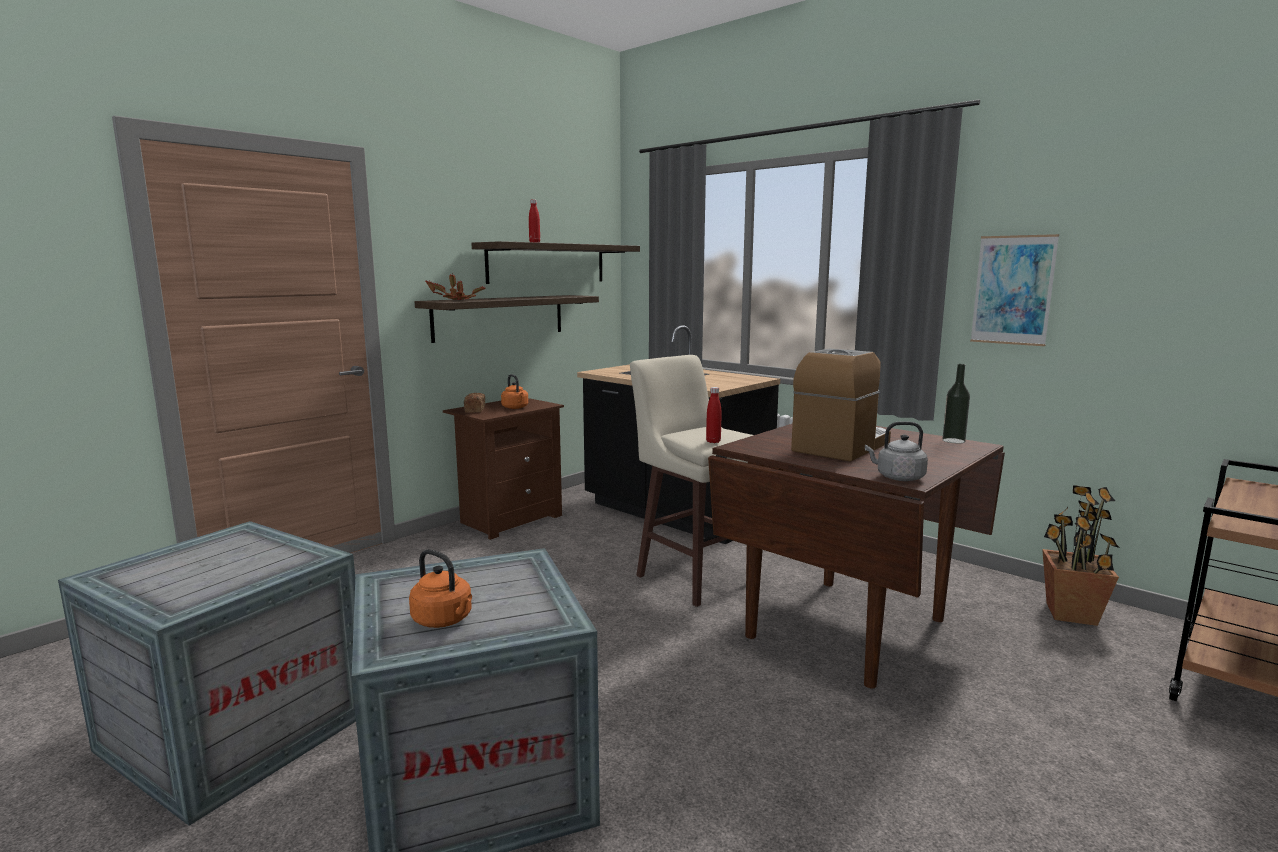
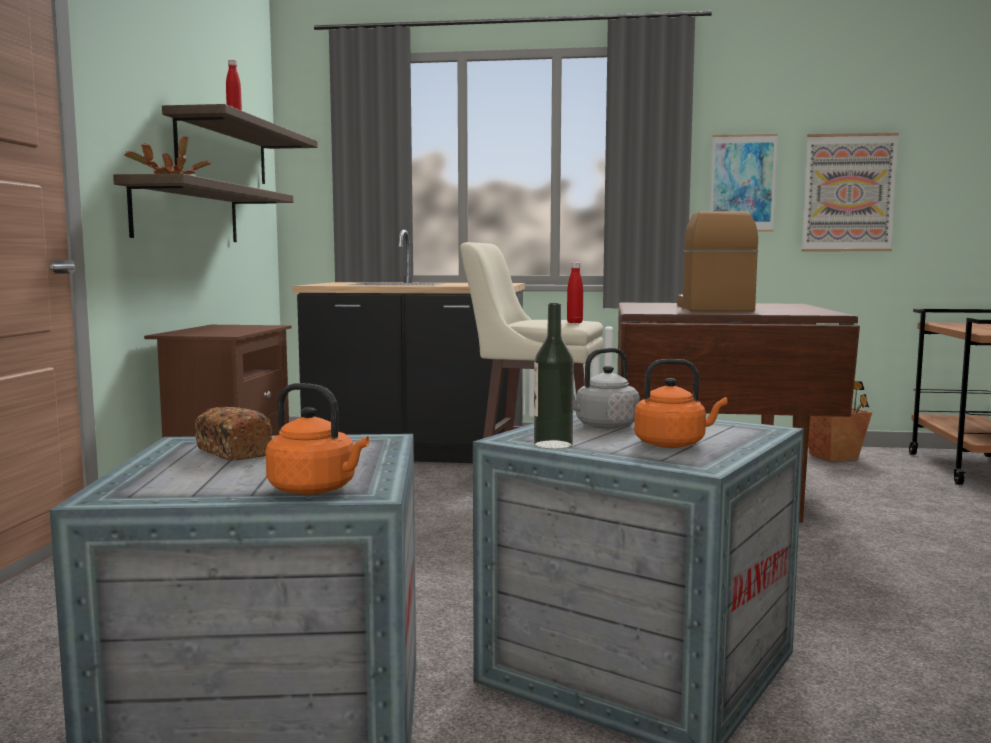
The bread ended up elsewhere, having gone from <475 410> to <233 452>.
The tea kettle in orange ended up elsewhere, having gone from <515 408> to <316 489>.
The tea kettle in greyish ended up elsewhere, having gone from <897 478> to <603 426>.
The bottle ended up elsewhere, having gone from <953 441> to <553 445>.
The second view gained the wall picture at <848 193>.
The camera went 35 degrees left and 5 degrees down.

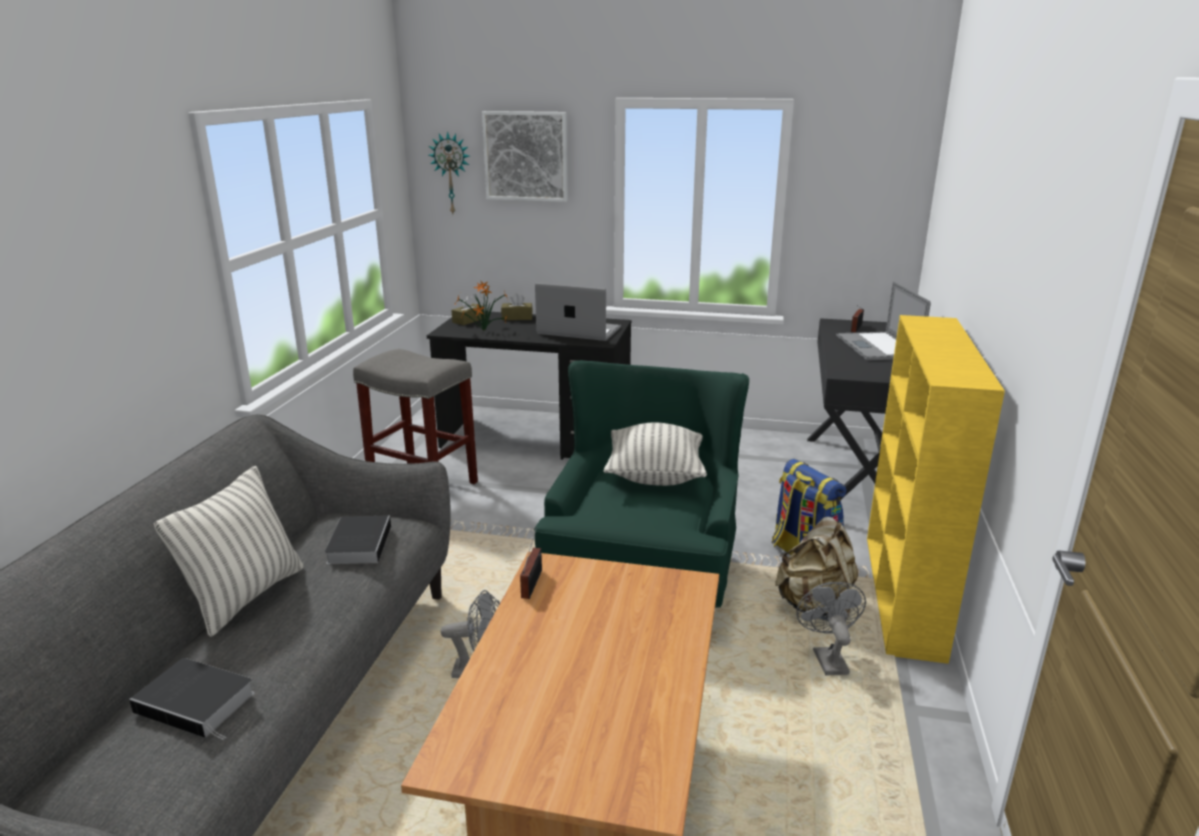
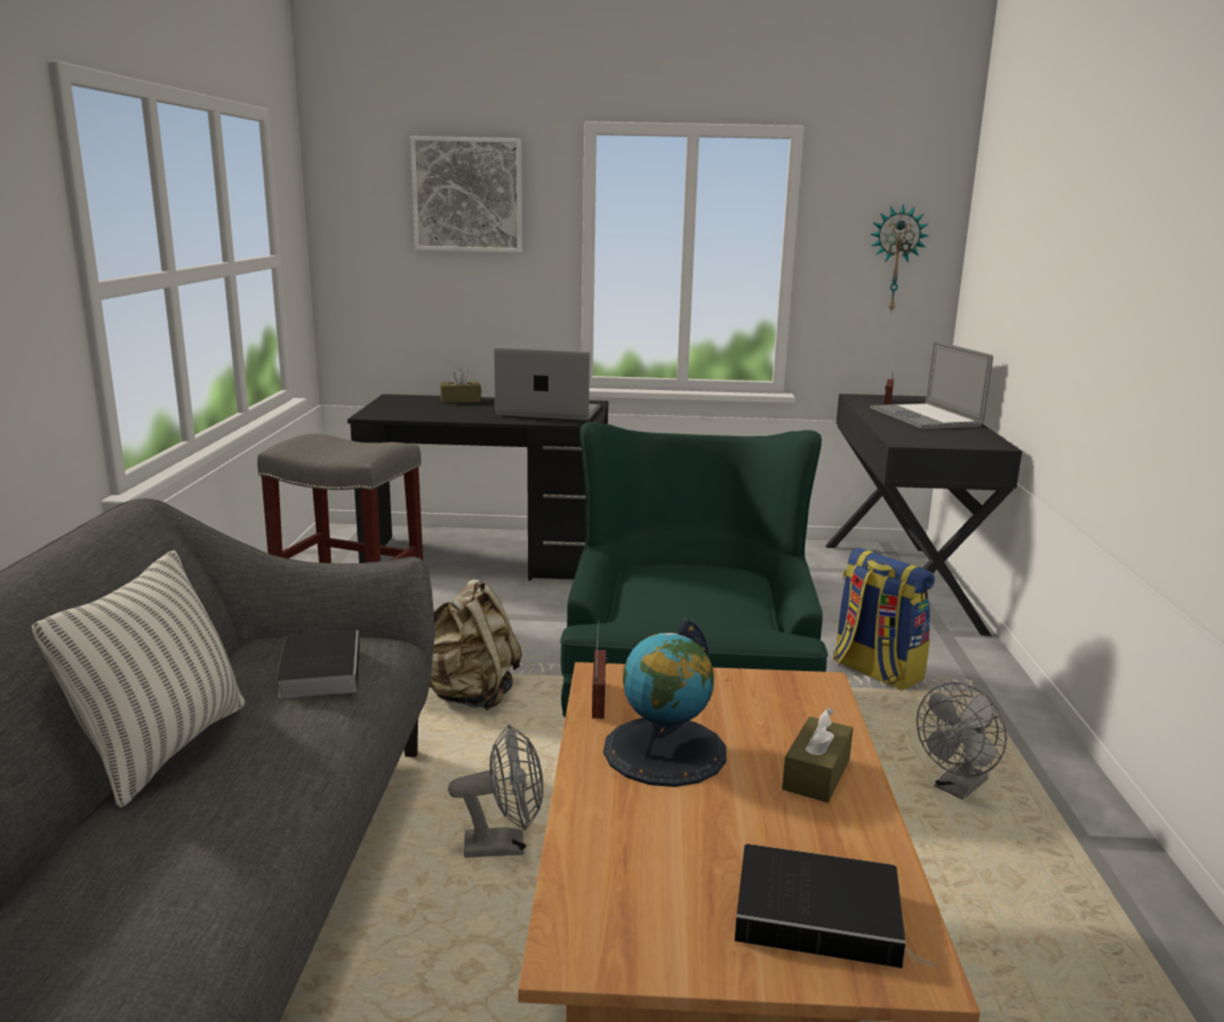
The bound book ended up elsewhere, having gone from <198 703> to <823 914>.
The hanging clock ended up elsewhere, having gone from <451 173> to <895 259>.
The box of tissues in brown ended up elsewhere, having gone from <468 320> to <816 774>.
The second view lost the plant in a pot at <482 330>.
The second view lost the throw pillow at <655 476>.
The knapsack in sand-coloured ended up elsewhere, having gone from <815 607> to <469 696>.
The electric fan in greyish at <827 658> ended up facing another way, 120 degrees counterclockwise from before.
The second view lost the bookcase in yellow-coloured at <903 595>.
The second view gained the world globe at <665 751>.
The camera went 10 degrees left and 5 degrees down.

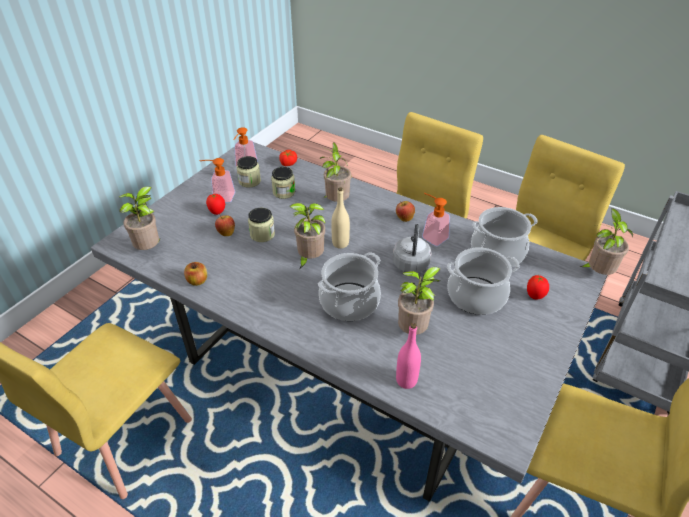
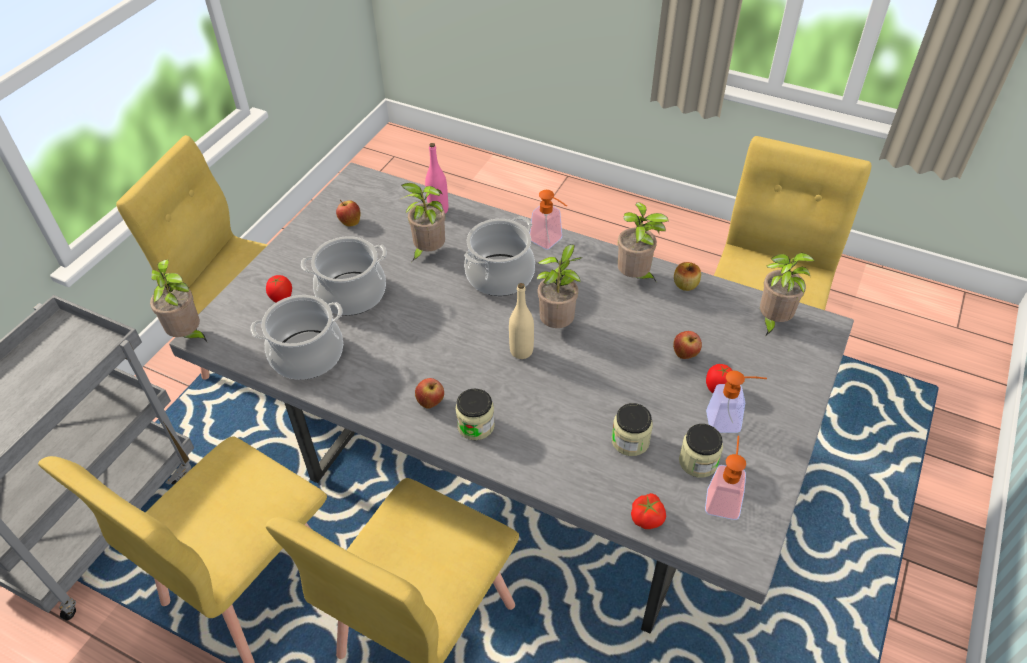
The preserve jar ended up elsewhere, having gone from <262 234> to <475 425>.
The plant in a pot ended up elsewhere, having gone from <336 202> to <635 277>.
The second view lost the tea kettle in greyish at <411 262>.
The soap dispenser ended up elsewhere, having gone from <431 236> to <550 242>.
The second view gained the apple fruit at <350 222>.
The camera went 175 degrees right and 5 degrees up.

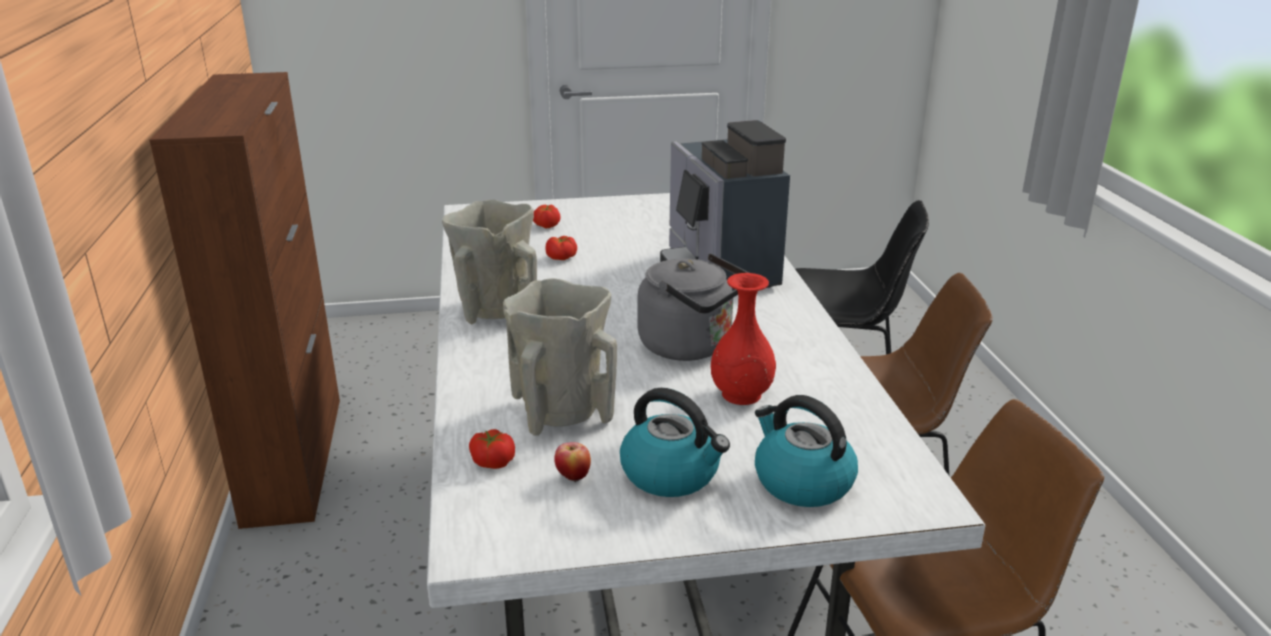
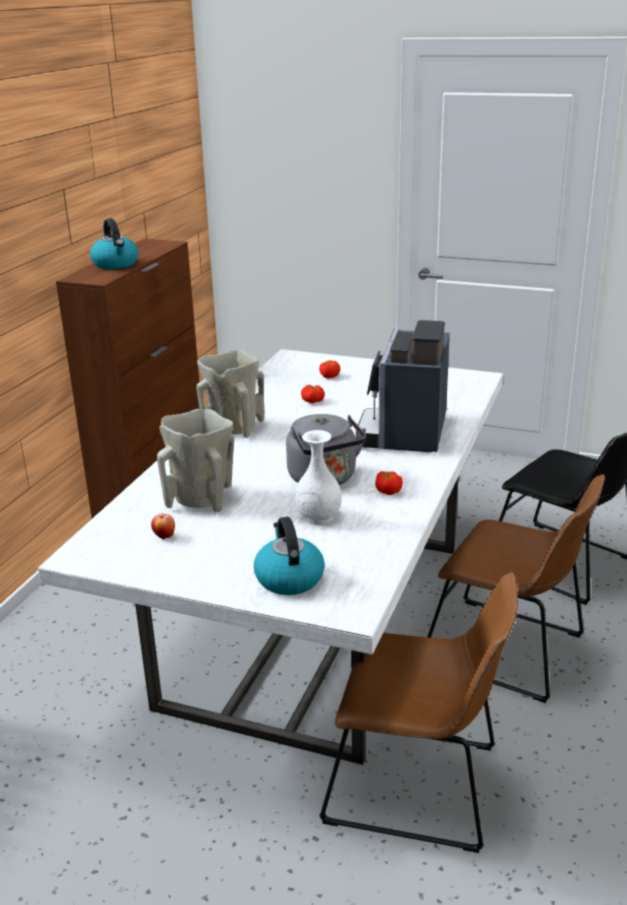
The fresh tomato ended up elsewhere, having gone from <493 461> to <388 491>.
The tea kettle ended up elsewhere, having gone from <672 474> to <116 264>.
What was the decorative vase in red at <740 394> turned into the decorative vase in white-coloured at <318 517>.
The camera went 30 degrees right and 0 degrees up.

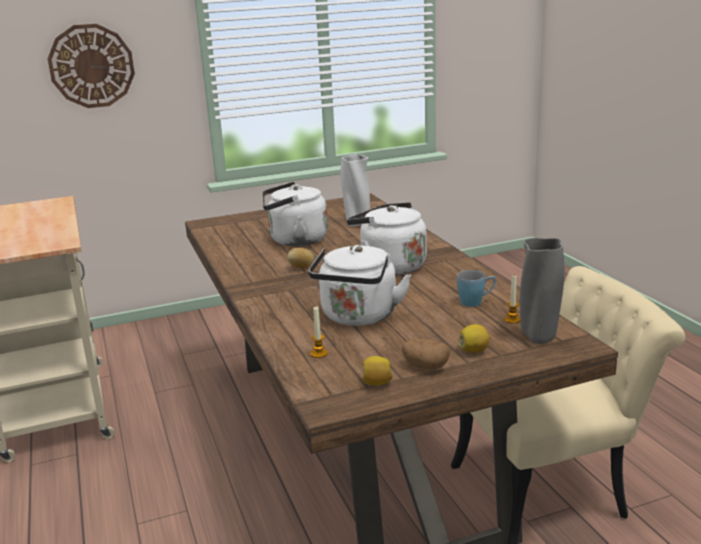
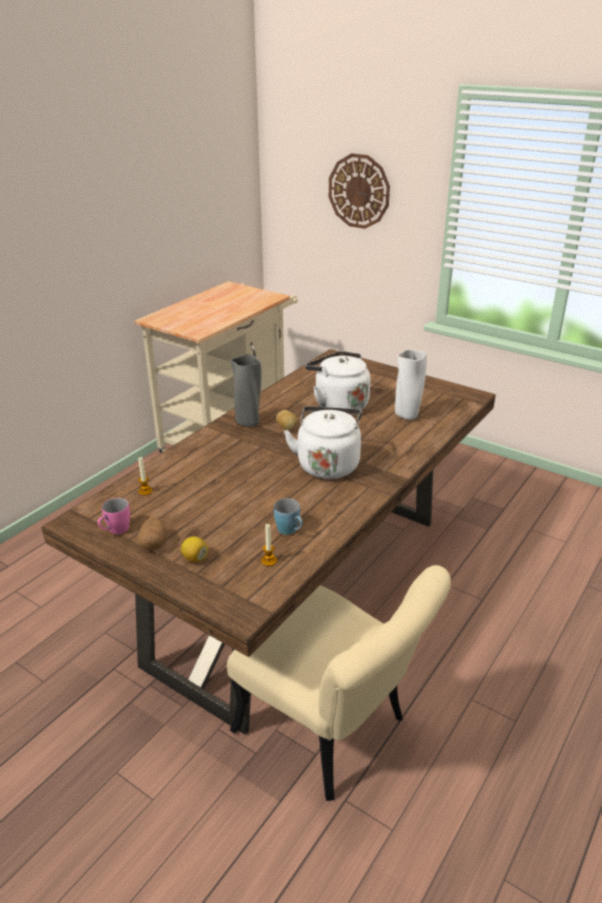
The second view lost the tea kettle in white-coloured at <358 317>.
Where the whole lemon stood at <376 383>, the mug in pink came to stand at <115 531>.
The decorative vase in greyish ended up elsewhere, having gone from <539 337> to <249 422>.
The camera went 55 degrees right and 10 degrees up.

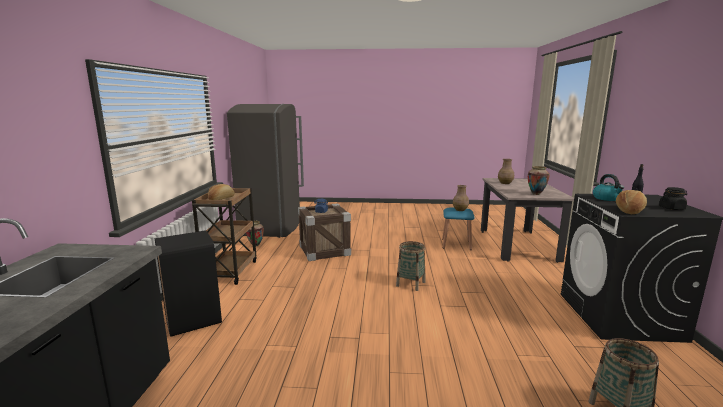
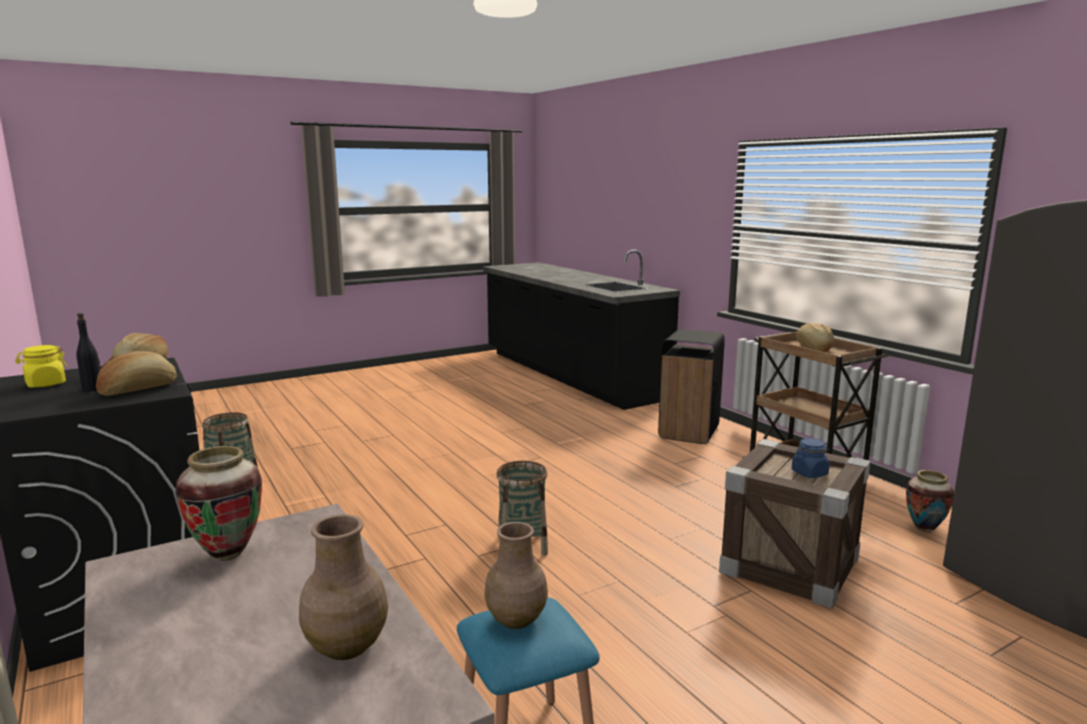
Where the tea kettle stood at <607 198>, the bread came to stand at <138 389>.
What was the preserve jar in black-coloured at <671 208> turned into the preserve jar in yellow-coloured at <45 384>.
The camera went 145 degrees right and 0 degrees up.

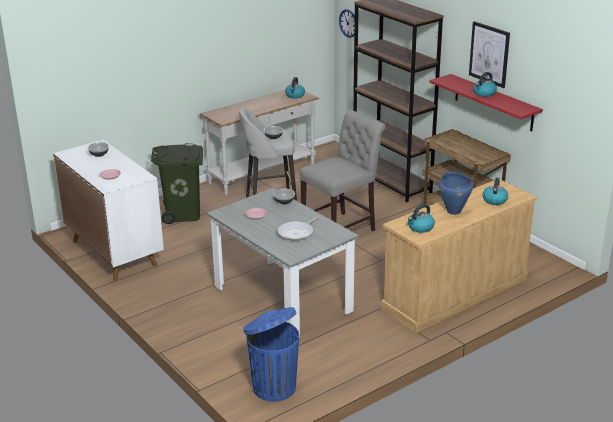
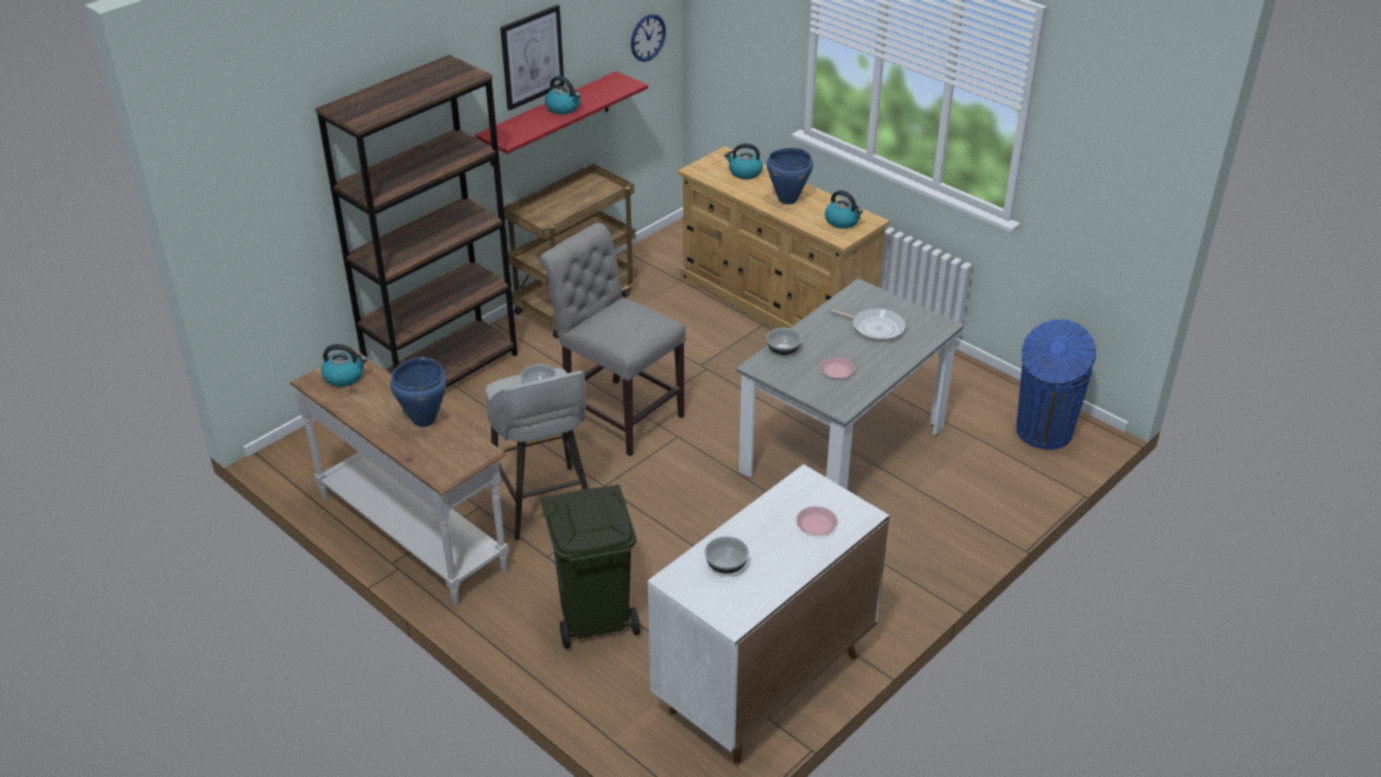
The hanging clock ended up elsewhere, having gone from <348 23> to <647 37>.
The second view gained the cooking pot in bluish at <423 420>.
The camera went 100 degrees left and 10 degrees up.

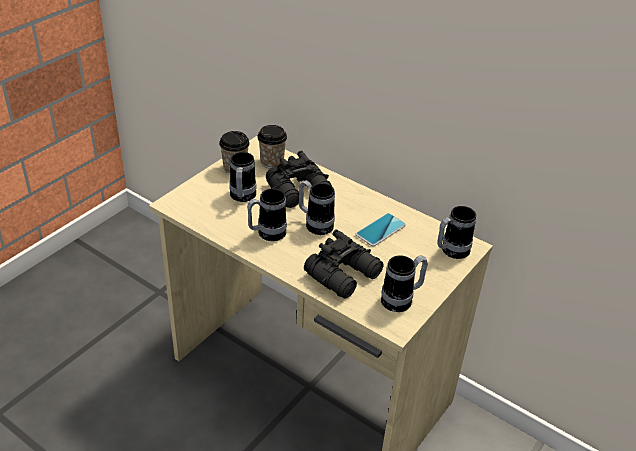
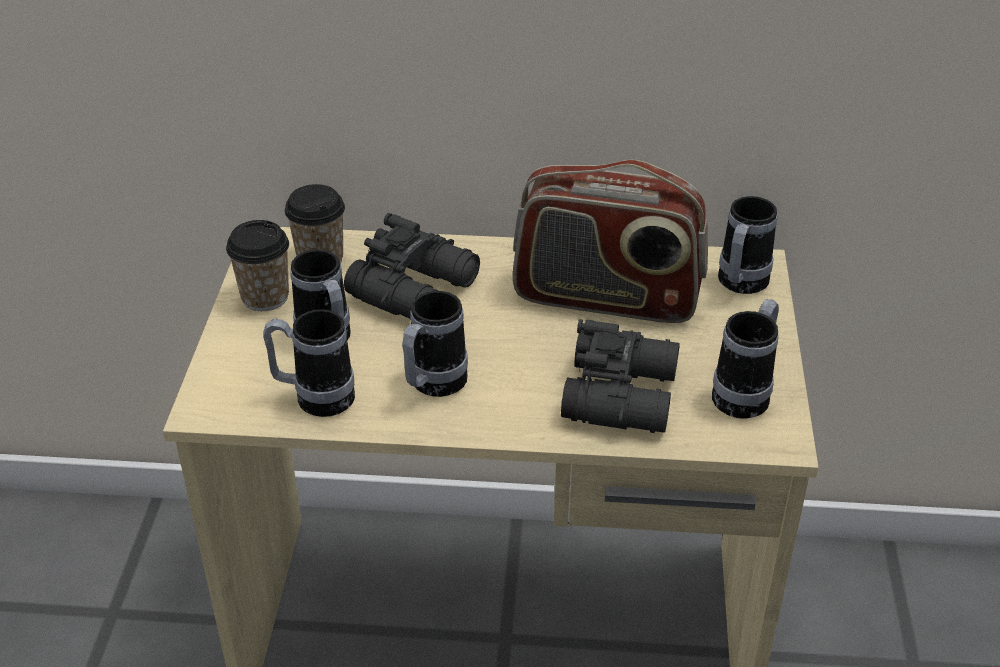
The mug ended up elsewhere, having gone from <315 224> to <314 398>.
Where the telephone stood at <380 230>, the radio set came to stand at <606 297>.
The camera went 30 degrees left and 0 degrees up.

